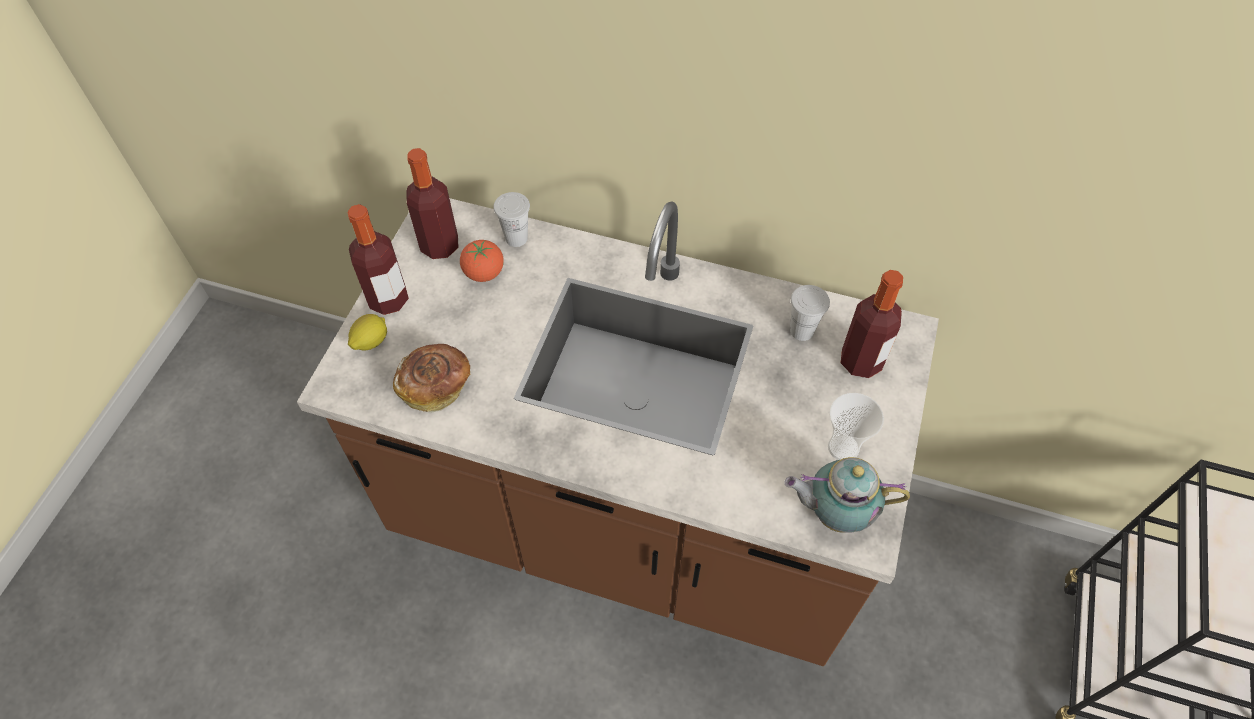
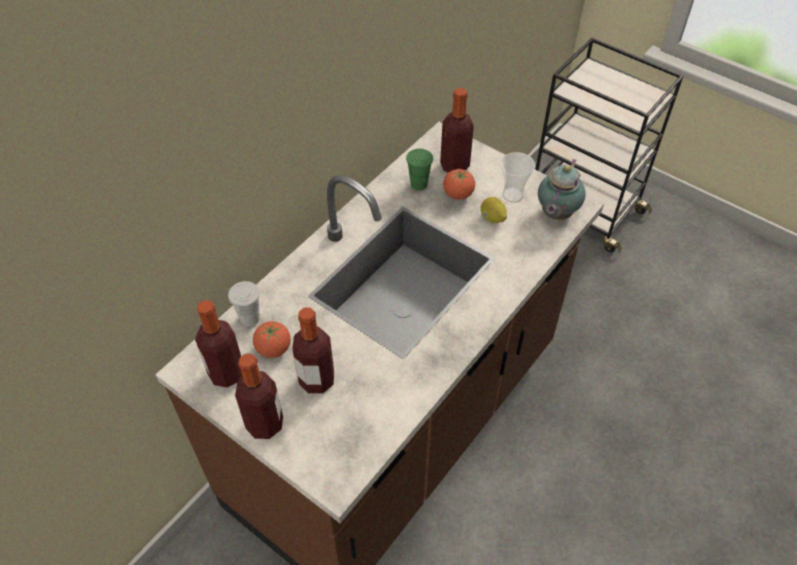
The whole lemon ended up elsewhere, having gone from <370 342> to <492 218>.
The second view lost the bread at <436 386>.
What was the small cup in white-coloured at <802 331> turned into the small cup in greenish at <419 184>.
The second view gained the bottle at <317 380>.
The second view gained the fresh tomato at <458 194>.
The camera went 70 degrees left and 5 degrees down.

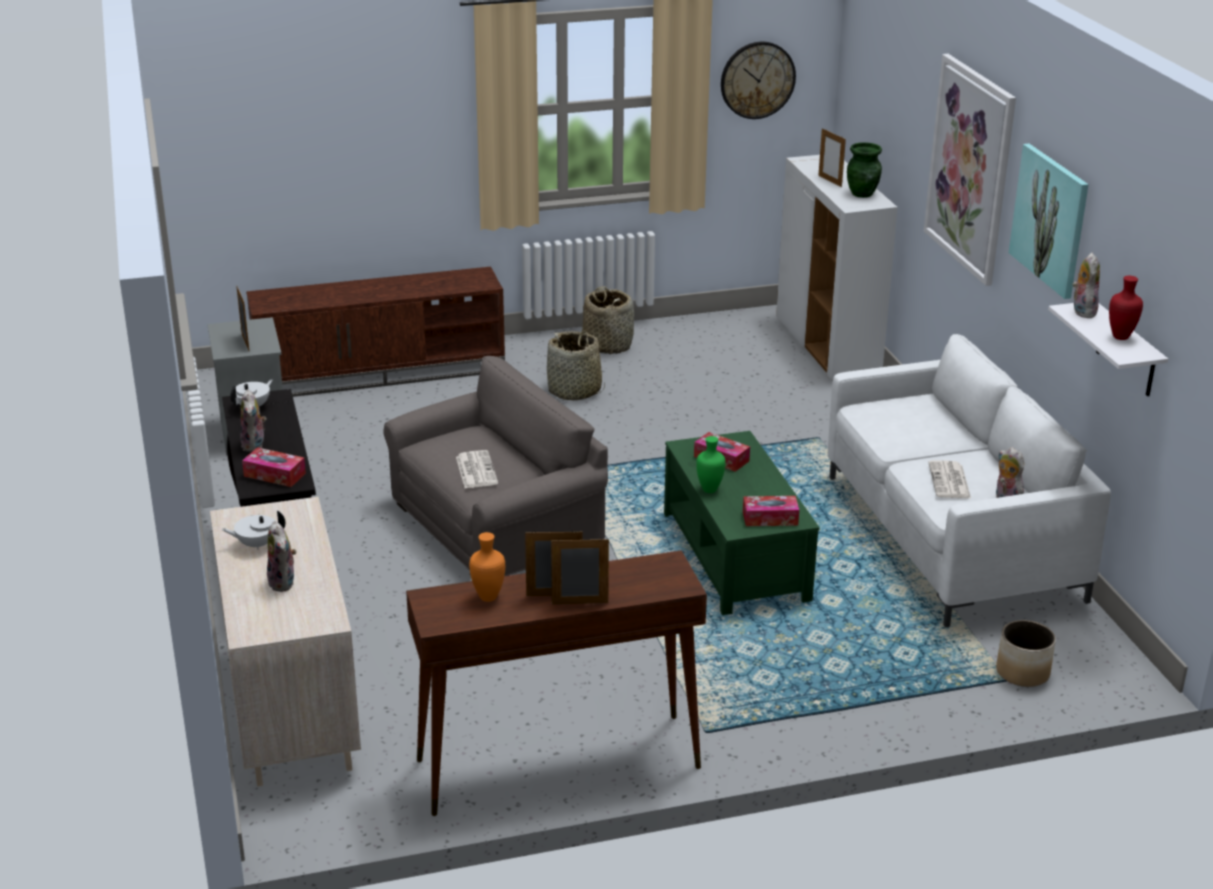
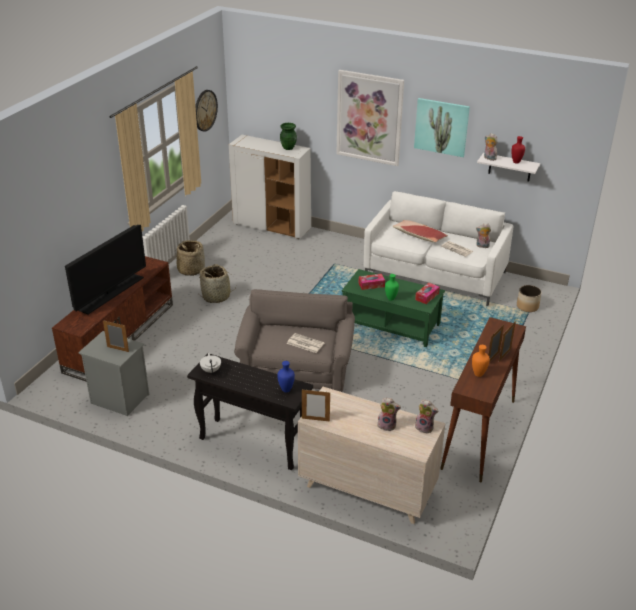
The second view lost the tea pot in white-coloured at <256 544>.
The plush toy ended up elsewhere, having gone from <255 445> to <425 427>.
Where the box of tissues stood at <274 475>, the decorative vase in bluish came to stand at <286 390>.
The photo frame ended up elsewhere, having gone from <830 181> to <315 419>.
The second view gained the TV set at <111 293>.
The second view gained the throw pillow at <419 236>.
The camera went 50 degrees left and 5 degrees up.

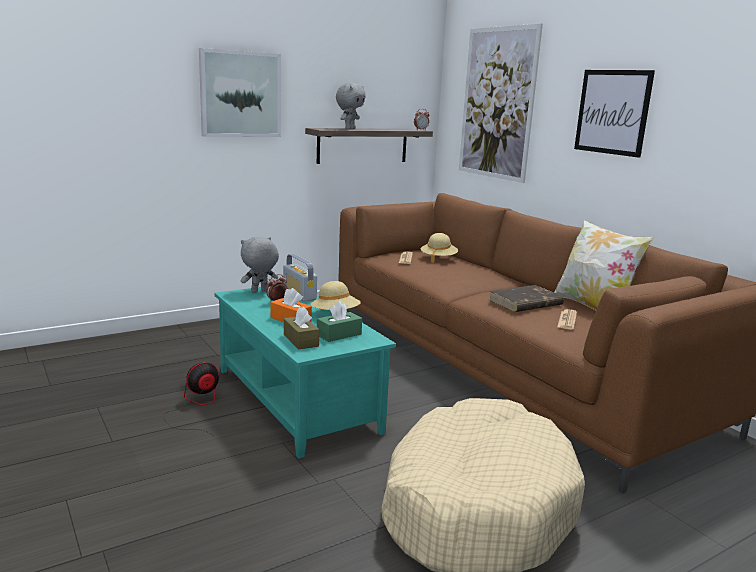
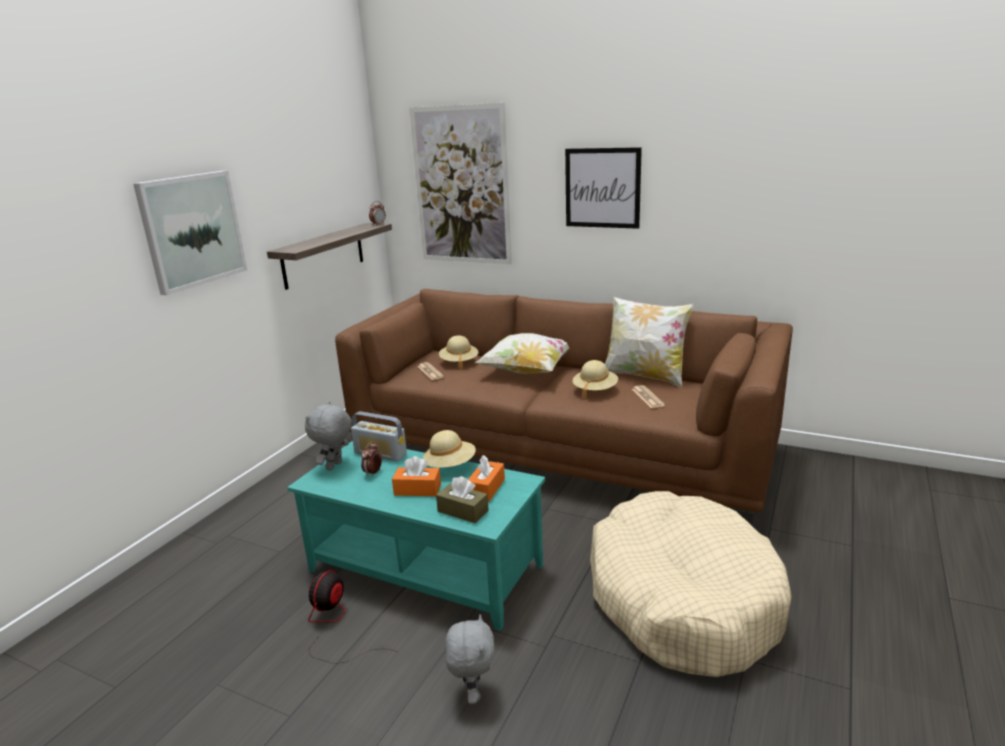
What was the box of tissues in greenish at <339 334> turned into the box of tissues in orange at <486 488>.
The plush toy in greyish ended up elsewhere, having gone from <349 129> to <472 693>.
Where the bound book in brown stood at <525 303>, the wearable hat in sand-coloured came to stand at <595 390>.
The second view gained the throw pillow at <527 371>.
The camera went 30 degrees left and 5 degrees up.

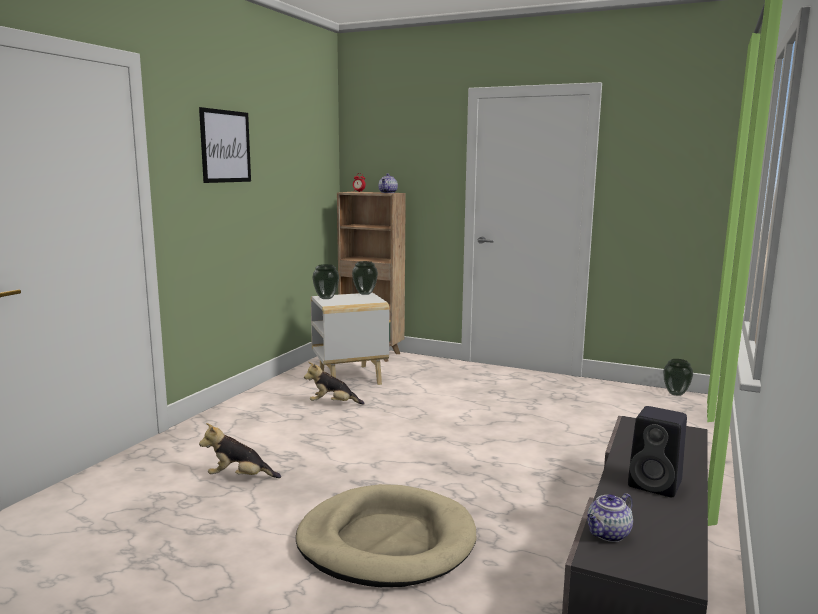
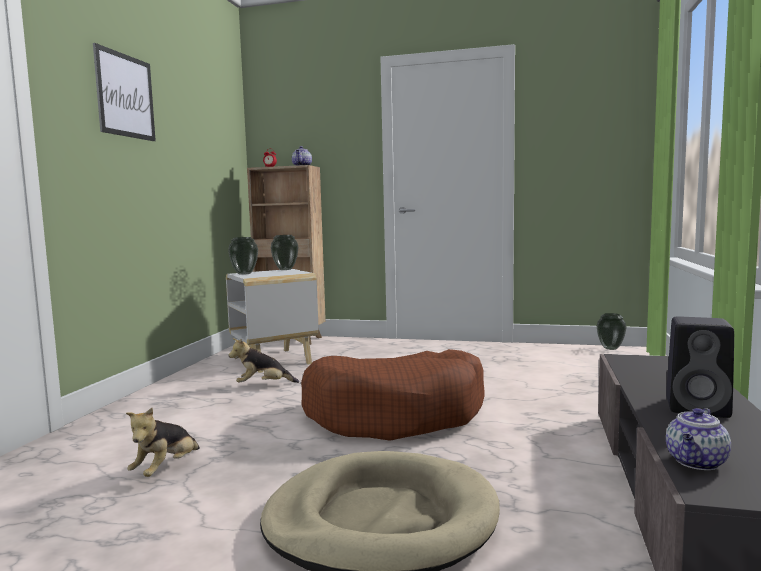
The plush toy at <239 477> ended up facing another way, 60 degrees counterclockwise from before.
The second view gained the dog bed in brown at <396 414>.
The camera went 10 degrees left and 5 degrees down.

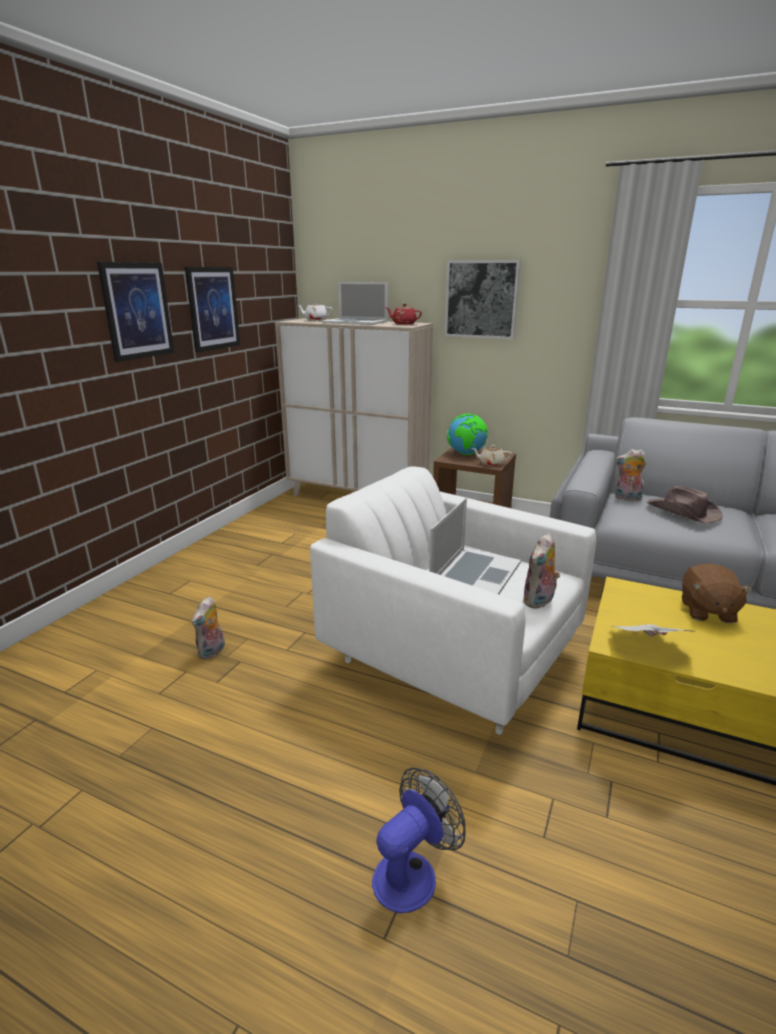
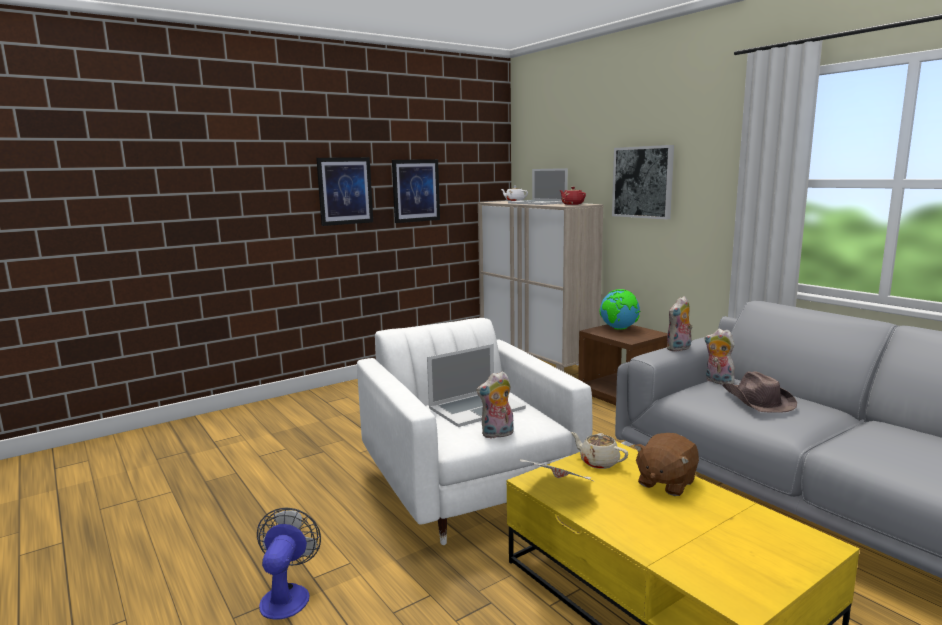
The plush toy ended up elsewhere, having gone from <212 652> to <679 349>.
The electric fan at <412 872> ended up facing another way, 75 degrees counterclockwise from before.
The tea pot in sand-coloured ended up elsewhere, having gone from <491 463> to <598 462>.
The camera went 30 degrees right and 10 degrees down.

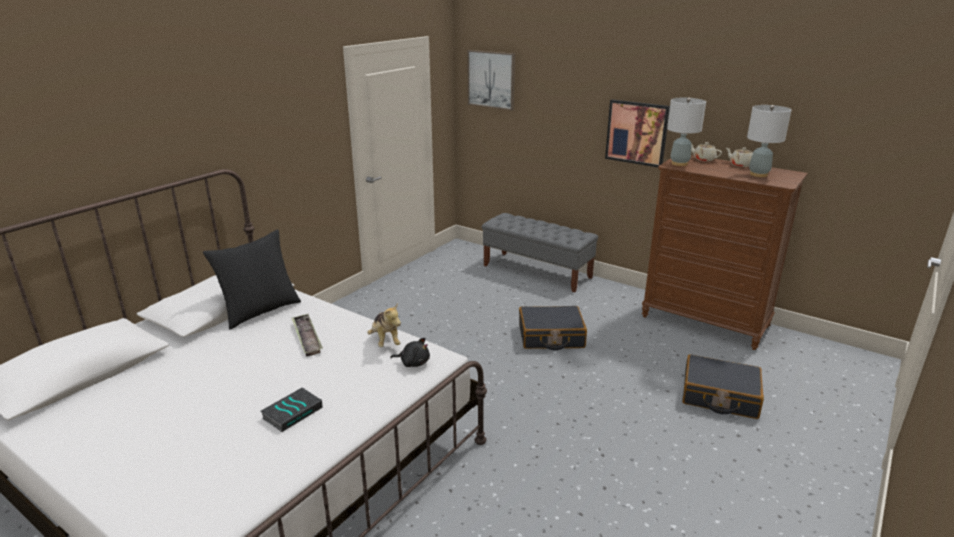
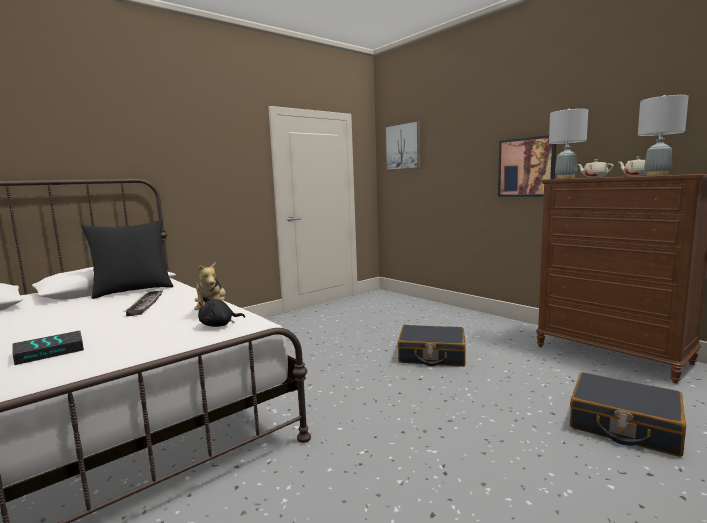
The plush toy in black-coloured at <413 363> ended up facing another way, 120 degrees clockwise from before.
The second view lost the bench in greyish at <537 271>.
The camera went 15 degrees right and 15 degrees down.

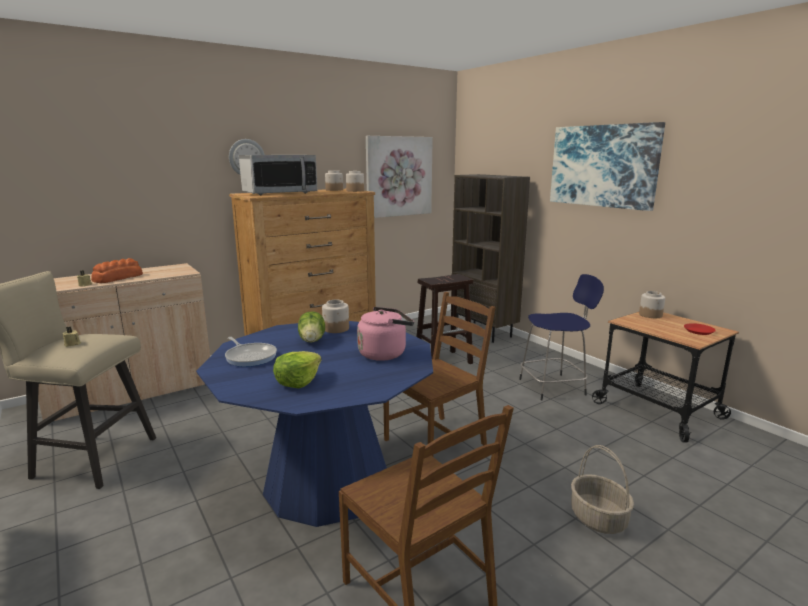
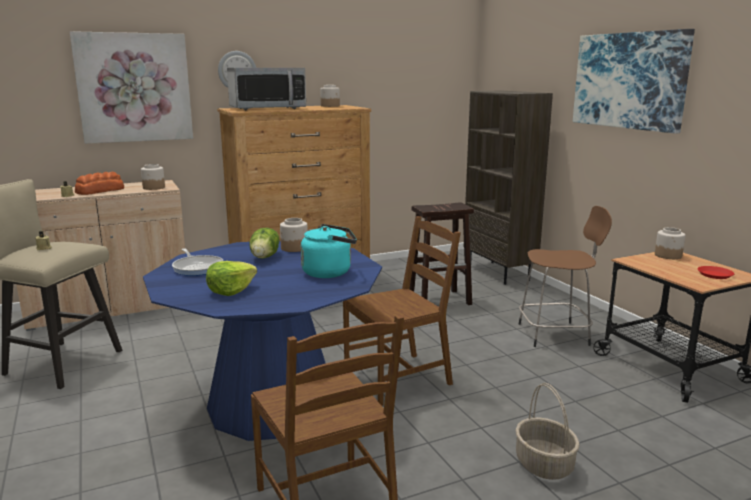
The preserve jar ended up elsewhere, having gone from <355 191> to <153 188>.
What was the tea kettle in pink at <385 353> turned into the tea kettle in blue-green at <330 272>.
The wall picture ended up elsewhere, having gone from <399 176> to <134 88>.
What was the stool seat in bluish at <554 386> turned into the stool seat in brown at <556 334>.
The camera went 10 degrees right and 0 degrees up.

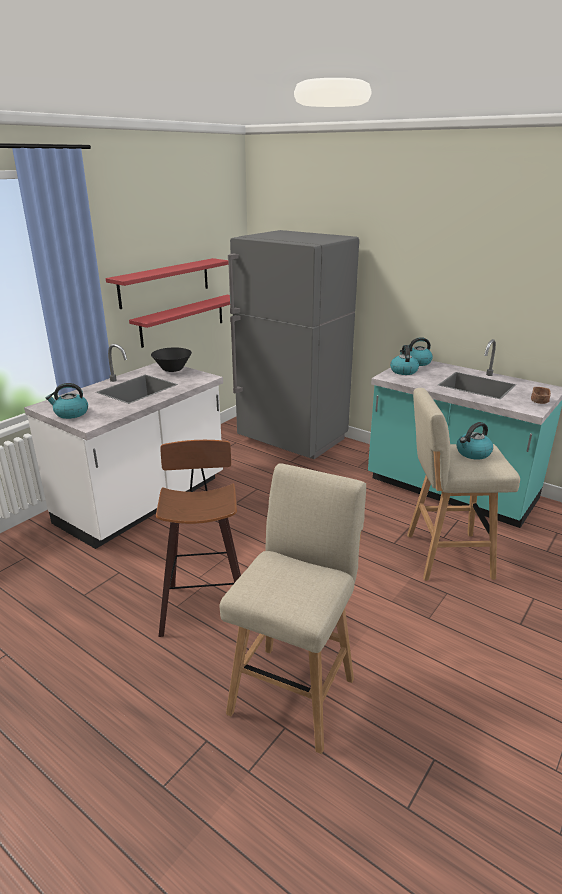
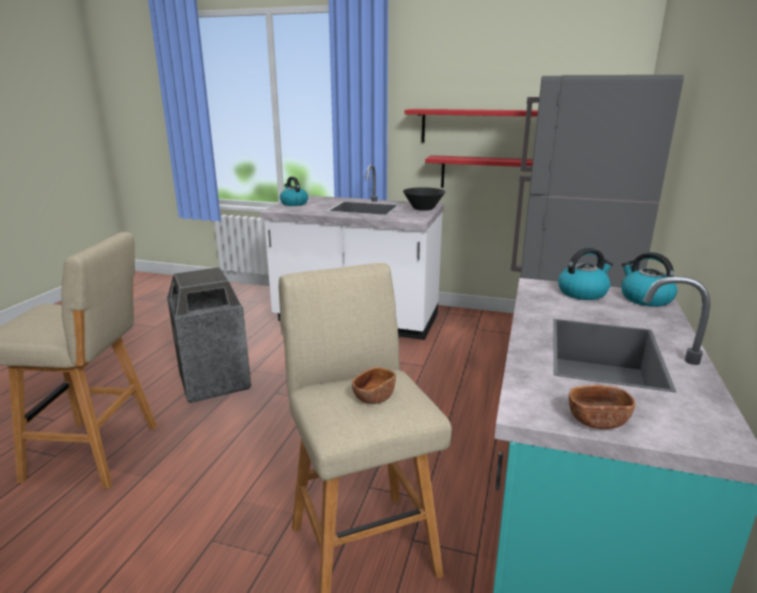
Where the stool seat stood at <205 605>, the trash can came to stand at <215 382>.
Where the tea kettle stood at <473 453>, the serving bowl in brown came to stand at <374 397>.
The camera went 70 degrees right and 5 degrees down.

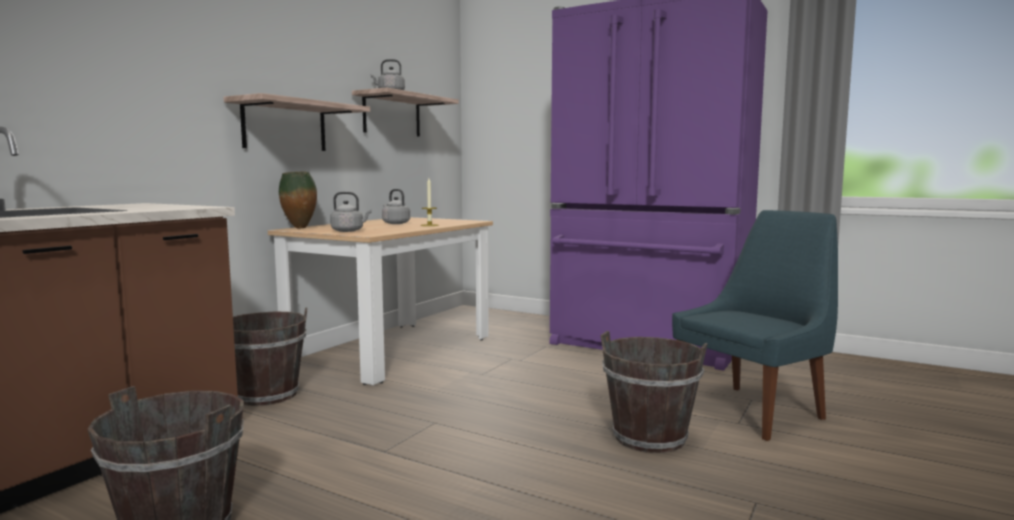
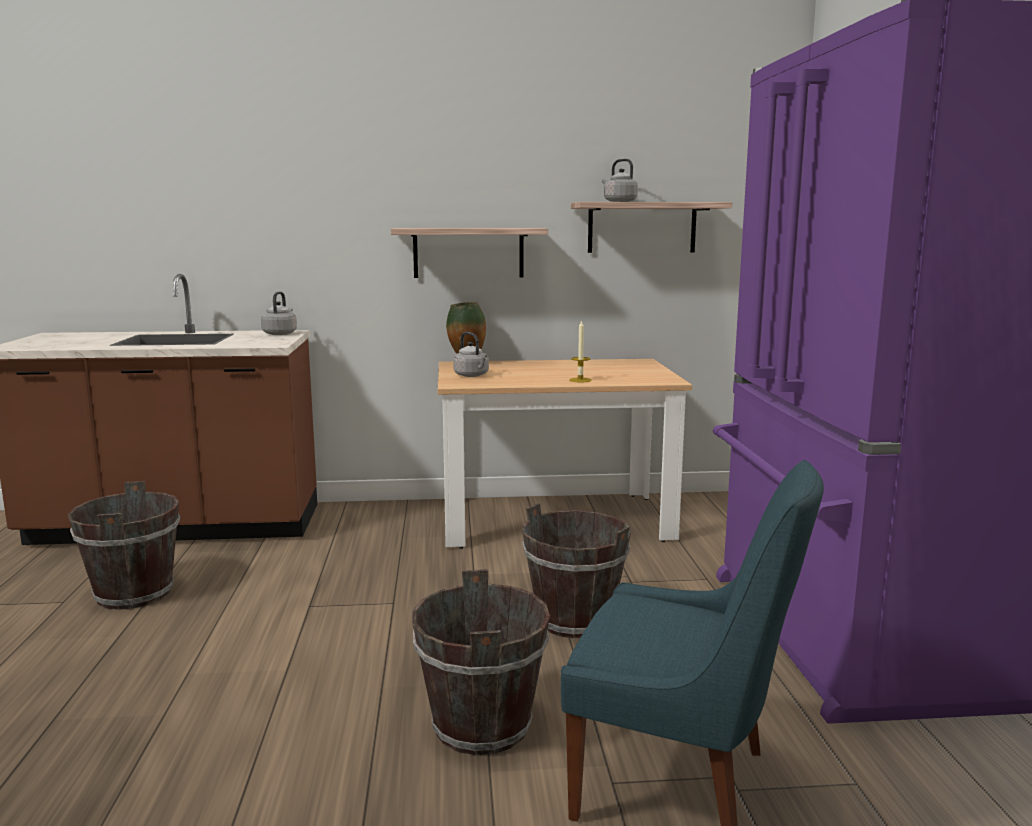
The pail in brown ended up elsewhere, having gone from <267 395> to <575 620>.
The tea kettle in greyish ended up elsewhere, having gone from <395 223> to <280 333>.
The camera went 55 degrees right and 5 degrees up.

